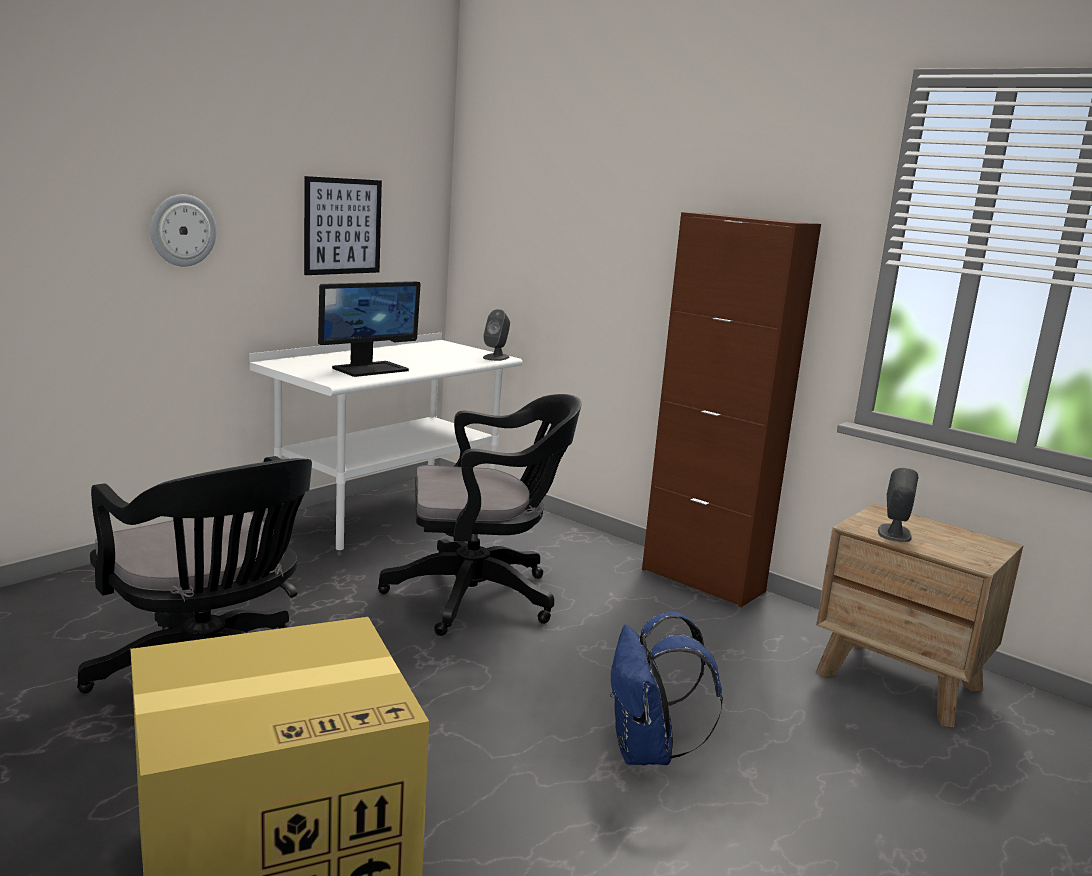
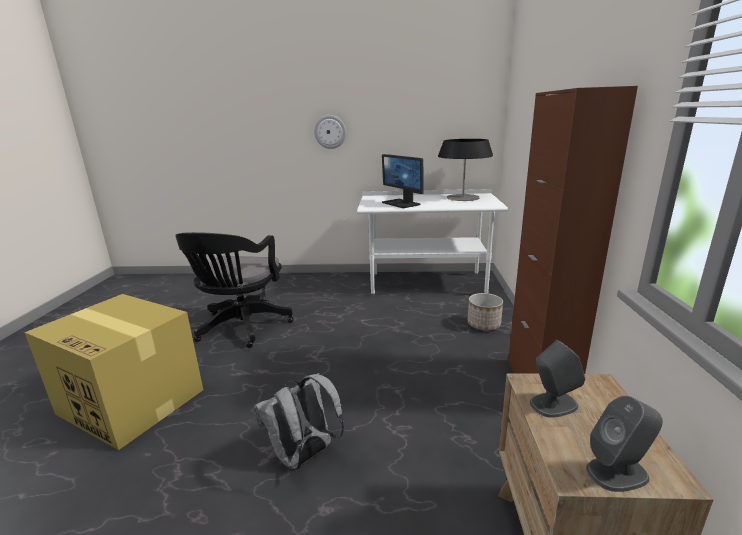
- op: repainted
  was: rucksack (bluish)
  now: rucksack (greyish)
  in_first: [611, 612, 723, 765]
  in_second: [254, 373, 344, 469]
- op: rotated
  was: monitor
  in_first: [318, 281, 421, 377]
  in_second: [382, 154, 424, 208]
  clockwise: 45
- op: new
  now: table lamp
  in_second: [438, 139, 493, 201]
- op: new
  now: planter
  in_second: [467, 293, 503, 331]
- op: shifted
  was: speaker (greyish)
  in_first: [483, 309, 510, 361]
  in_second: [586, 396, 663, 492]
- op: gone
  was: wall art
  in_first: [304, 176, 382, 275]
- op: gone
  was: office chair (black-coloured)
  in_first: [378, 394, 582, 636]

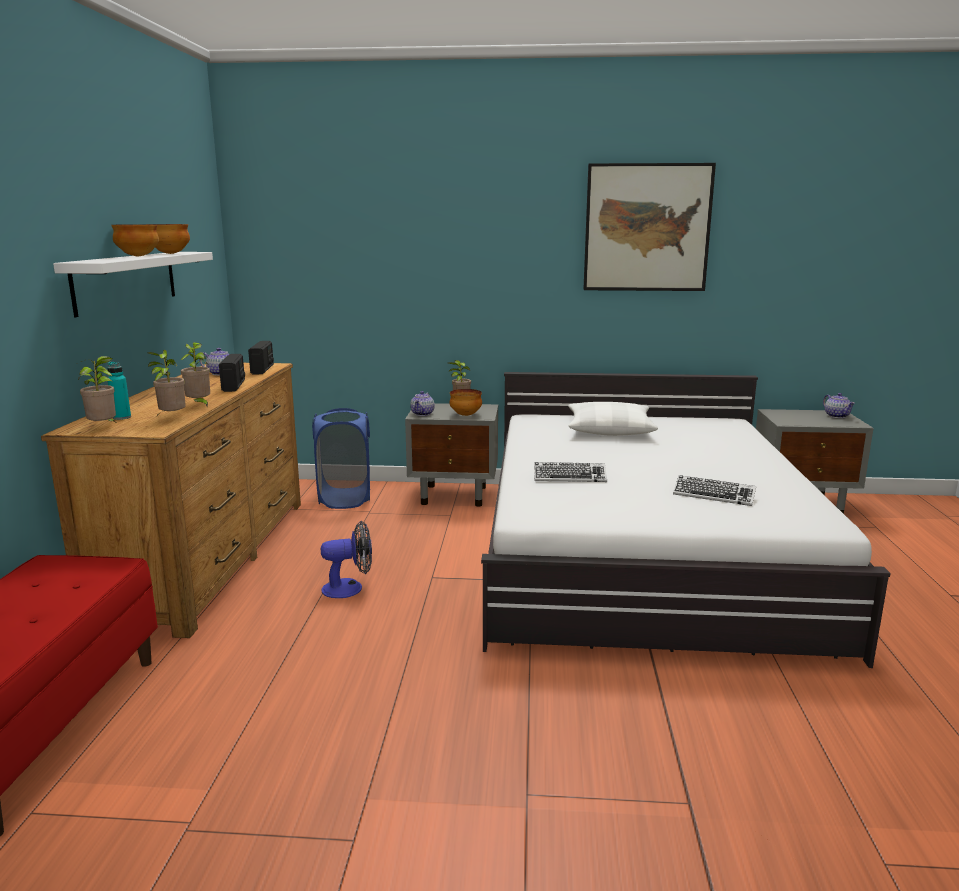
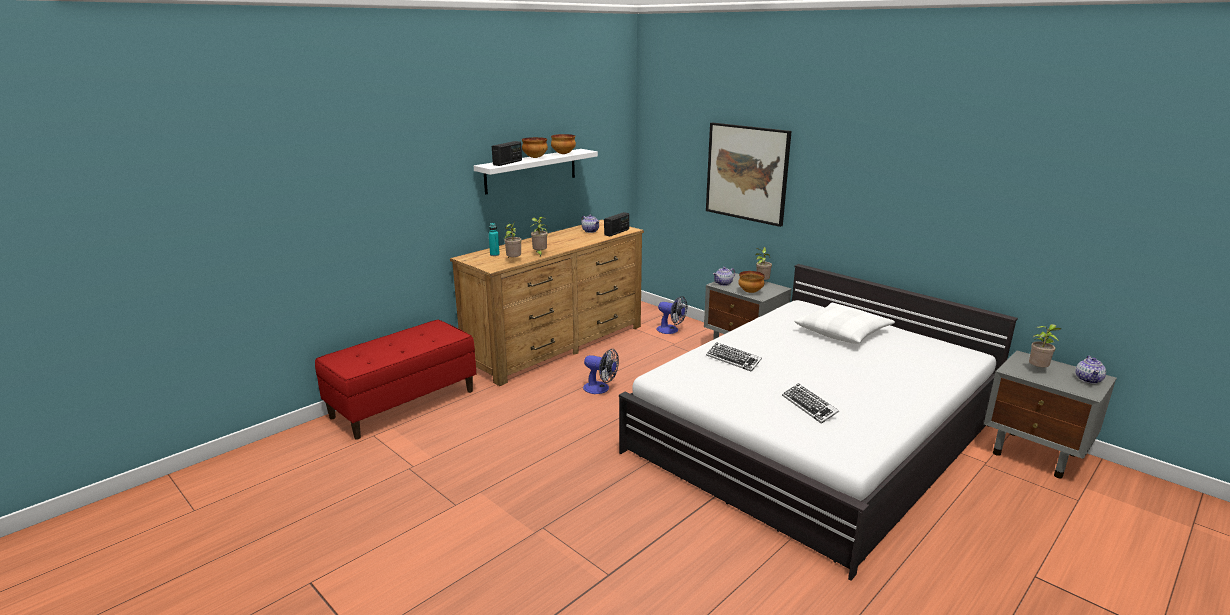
- op: shifted
  was: radio receiver
  in_first: [219, 354, 245, 392]
  in_second: [492, 141, 522, 166]
- op: swapped
  was: hamper (bluish)
  now: fan
  in_first: [312, 408, 370, 509]
  in_second: [657, 296, 687, 334]
- op: shifted
  was: wall art
  in_first: [583, 163, 716, 291]
  in_second: [706, 123, 792, 227]
- op: shifted
  was: plant in a pot
  in_first: [78, 356, 116, 422]
  in_second: [1029, 324, 1061, 367]

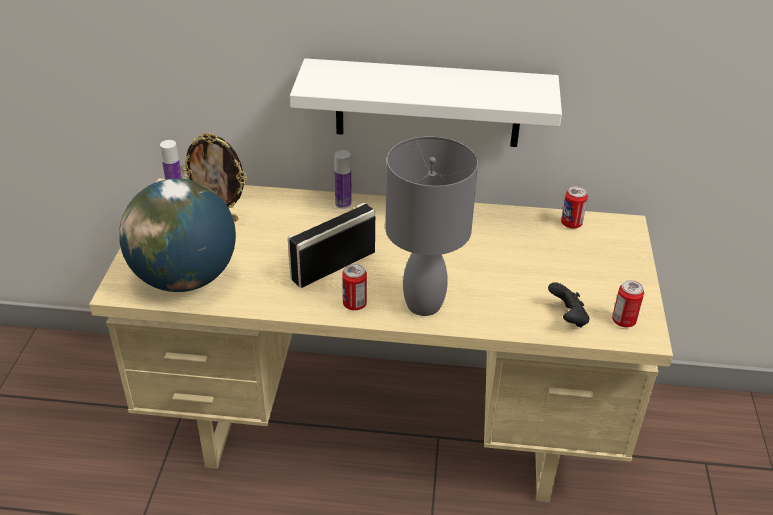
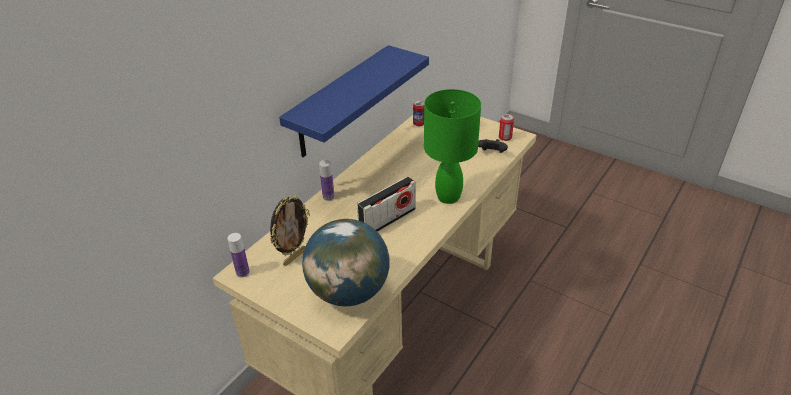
- op: repainted
  was: shelf (whitish)
  now: shelf (bluish)
  in_first: [290, 58, 562, 147]
  in_second: [279, 45, 429, 157]
- op: rotated
  was: radio receiver
  in_first: [288, 203, 375, 288]
  in_second: [357, 176, 415, 232]
  clockwise: -120
- op: repainted
  was: table lamp (greyish)
  now: table lamp (greenish)
  in_first: [385, 136, 478, 316]
  in_second: [424, 89, 481, 204]
- op: gone
  was: can
  in_first: [342, 264, 367, 310]

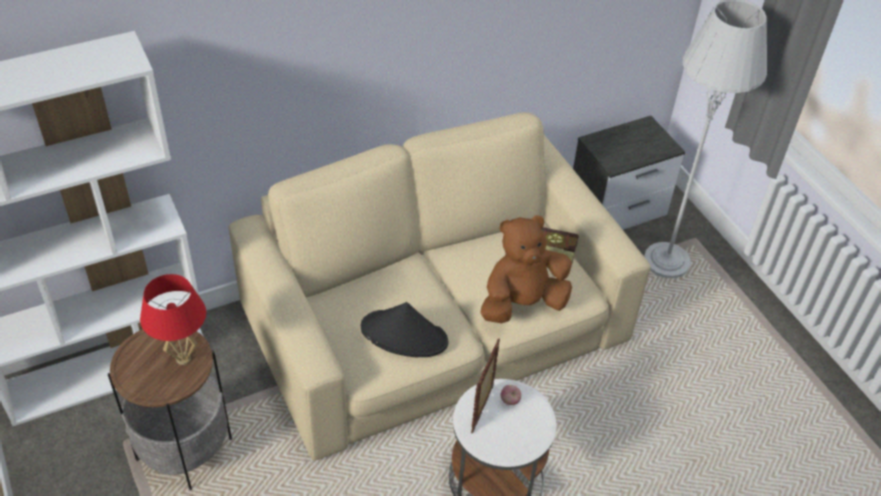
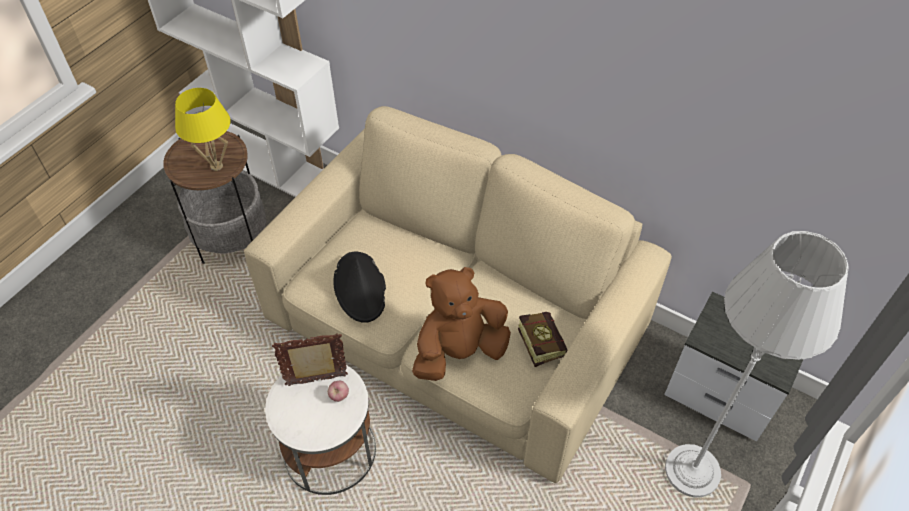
- op: repainted
  was: table lamp (reddish)
  now: table lamp (yellow)
  in_first: [140, 274, 206, 365]
  in_second: [175, 88, 231, 171]
- op: rotated
  was: cuddly toy (brownish)
  in_first: [480, 215, 572, 323]
  in_second: [412, 267, 511, 381]
  clockwise: -60

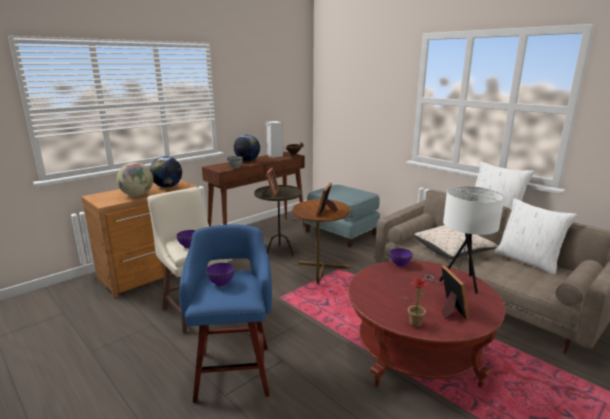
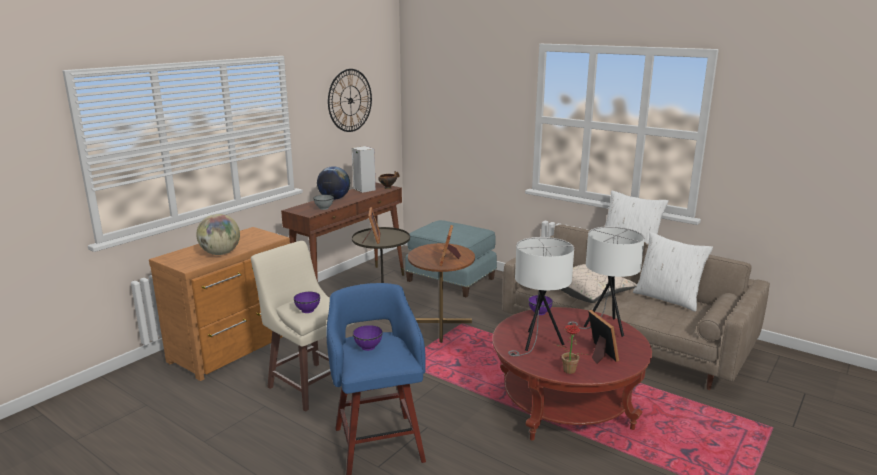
- op: new
  now: clock on the wall
  in_second: [328, 69, 372, 132]
- op: new
  now: table lamp (whitish)
  in_second: [508, 237, 574, 356]
- op: gone
  was: desk globe
  in_first: [149, 156, 182, 188]

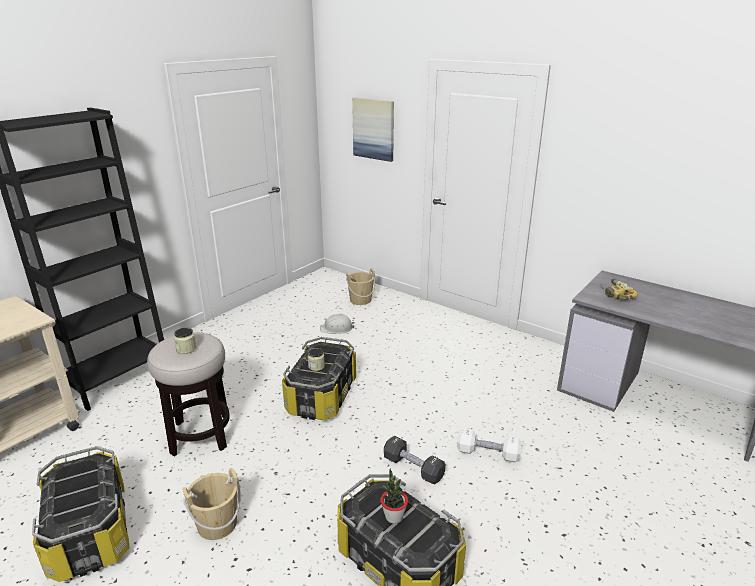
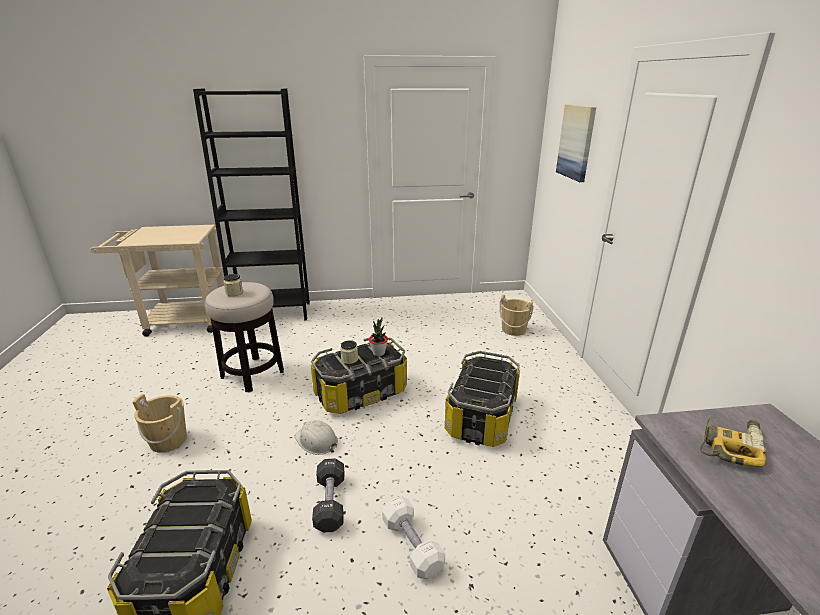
- op: shifted
  was: safety helmet (whitish)
  in_first: [320, 314, 355, 334]
  in_second: [294, 420, 338, 455]
- op: shifted
  was: plant in a pot
  in_first: [381, 469, 408, 524]
  in_second: [369, 317, 388, 356]
- op: shifted
  was: storage container
  in_first: [32, 446, 129, 582]
  in_second: [445, 351, 520, 447]

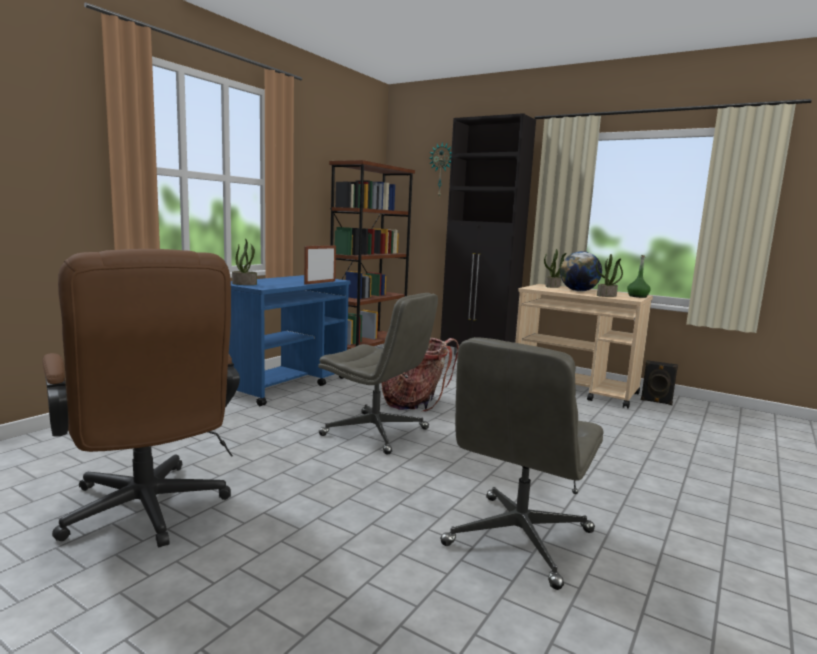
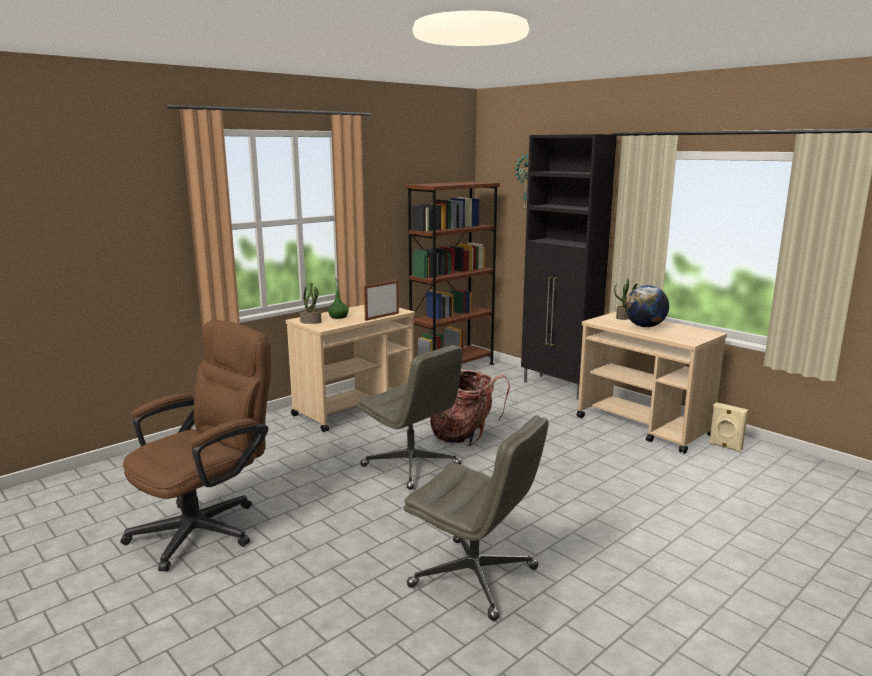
- op: rotated
  was: office chair (brownish)
  in_first: [42, 249, 240, 548]
  in_second: [121, 320, 271, 571]
  clockwise: -120
- op: repainted
  was: cart (bluish)
  now: cart (beige-coloured)
  in_first: [229, 275, 350, 406]
  in_second: [286, 305, 415, 432]
- op: shifted
  was: bottle (greenish)
  in_first: [627, 255, 651, 298]
  in_second: [328, 278, 349, 319]
- op: rotated
  was: office chair (greyish)
  in_first: [440, 337, 604, 590]
  in_second: [404, 415, 549, 621]
  clockwise: -105
- op: repainted
  was: speaker (black-coloured)
  now: speaker (beige-coloured)
  in_first: [641, 360, 678, 405]
  in_second: [709, 402, 748, 452]
- op: gone
  was: plant in a pot
  in_first: [596, 254, 623, 297]

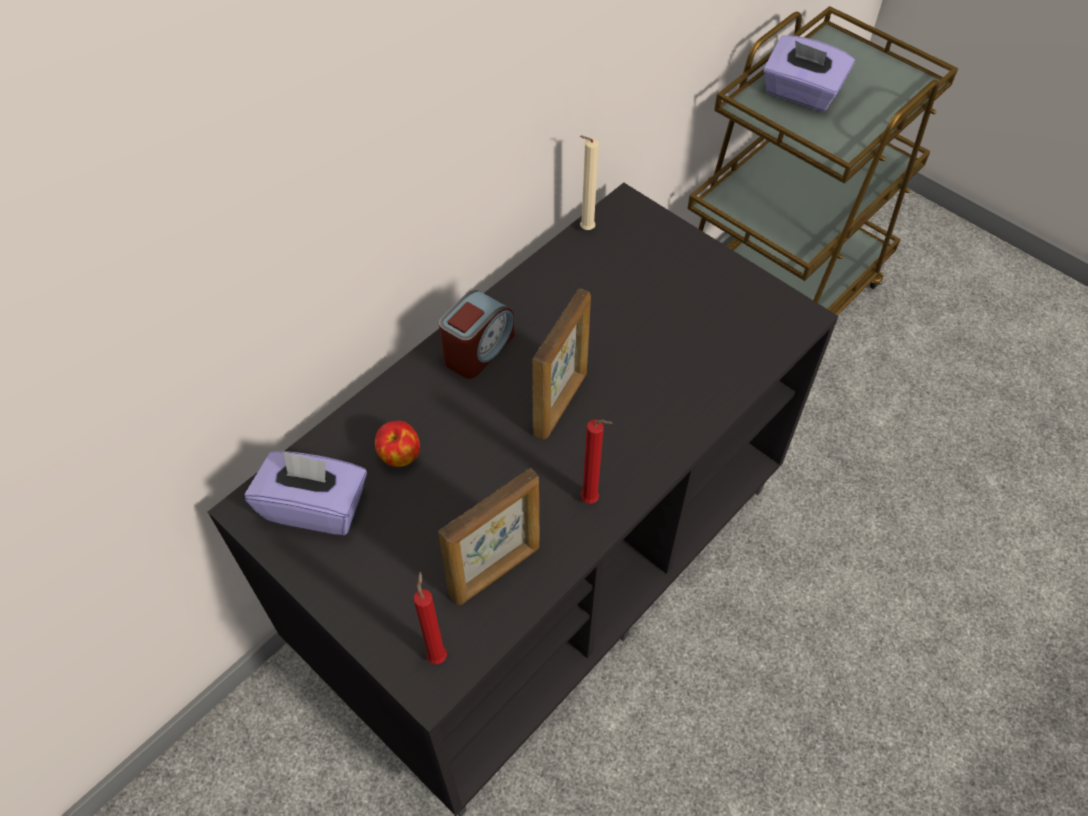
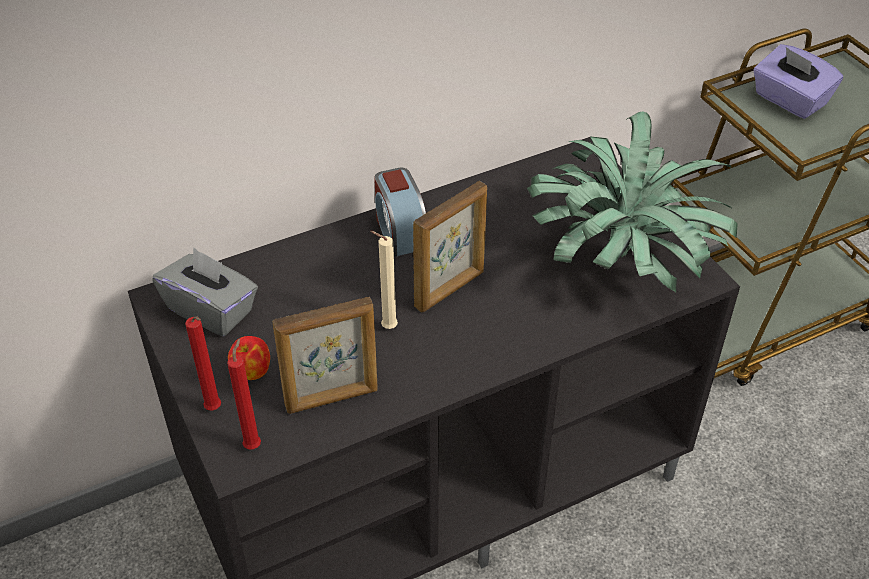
- op: repainted
  was: tissue holder (purplish)
  now: tissue holder (greyish)
  in_first: [244, 451, 367, 535]
  in_second: [152, 247, 258, 336]
- op: shifted
  was: candle (reddish)
  in_first: [580, 419, 613, 504]
  in_second: [185, 316, 221, 411]
- op: shifted
  was: whole apple
  in_first: [375, 421, 420, 467]
  in_second: [228, 336, 270, 380]
- op: shifted
  was: candle (beige-coloured)
  in_first: [579, 135, 599, 230]
  in_second: [370, 231, 398, 329]
- op: rotated
  was: bedside clock
  in_first: [439, 290, 515, 379]
  in_second: [374, 168, 426, 257]
  clockwise: 105
- op: new
  now: plant in a pot
  in_second: [527, 111, 738, 292]

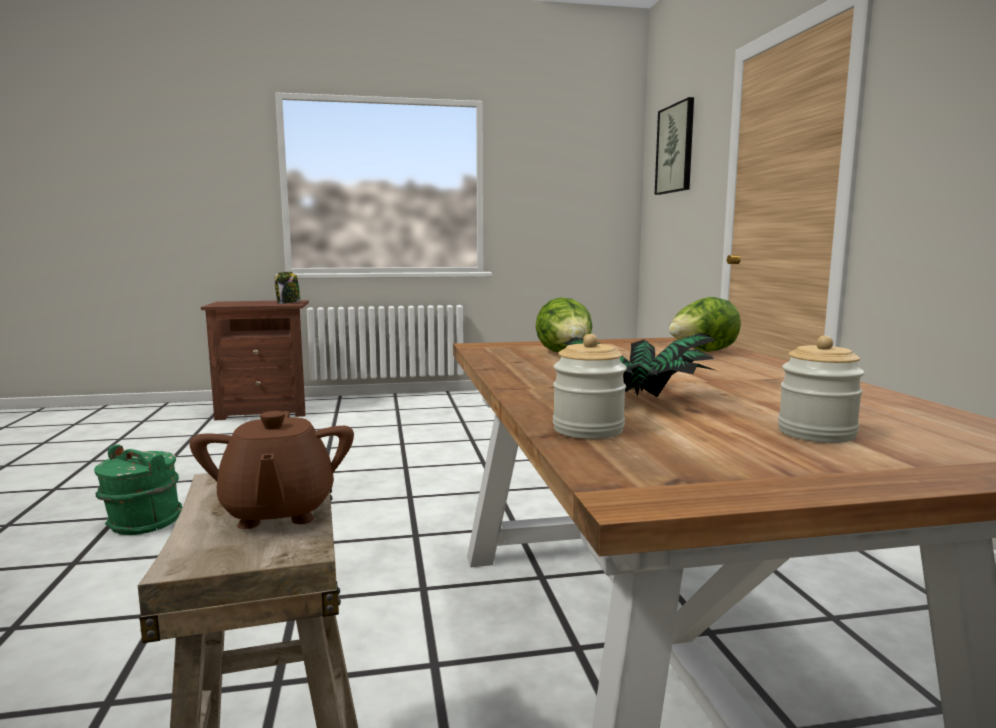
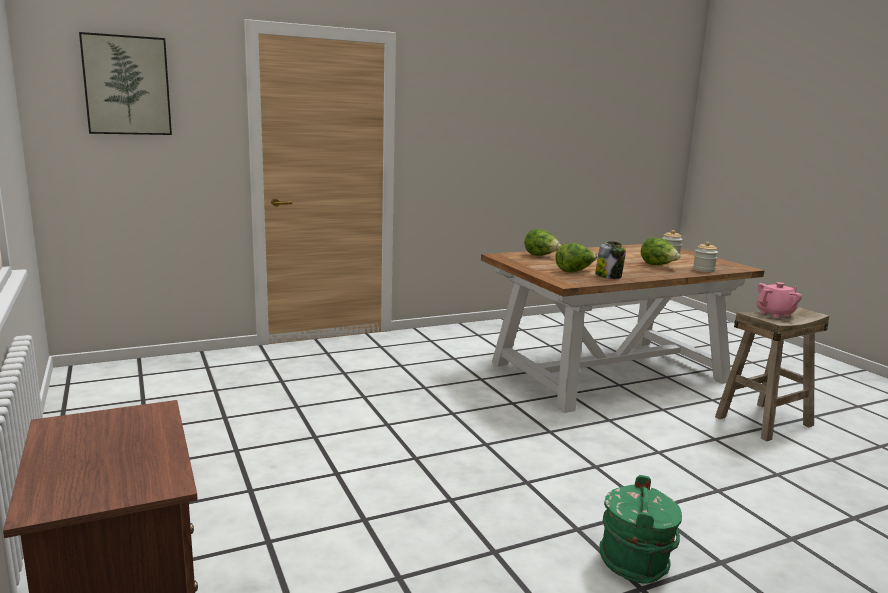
- op: shifted
  was: jar
  in_first: [274, 271, 301, 304]
  in_second: [595, 241, 626, 279]
- op: swapped
  was: plant in a pot
  now: lettuce
  in_first: [563, 333, 716, 397]
  in_second: [641, 237, 681, 265]
- op: repainted
  was: pot for tea (brownish)
  now: pot for tea (pink)
  in_first: [190, 411, 354, 529]
  in_second: [756, 282, 802, 318]

